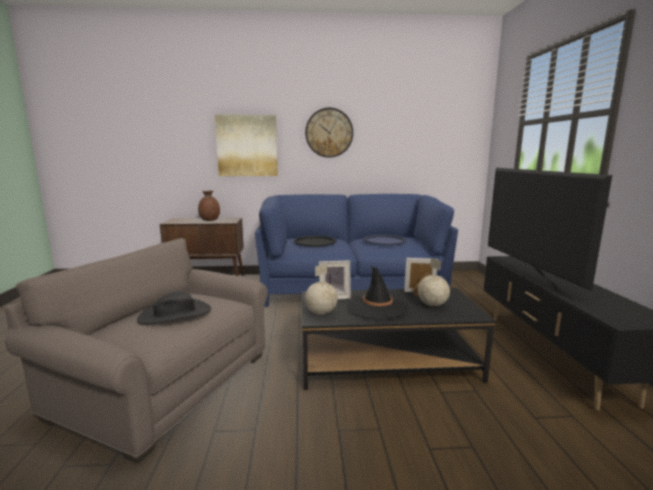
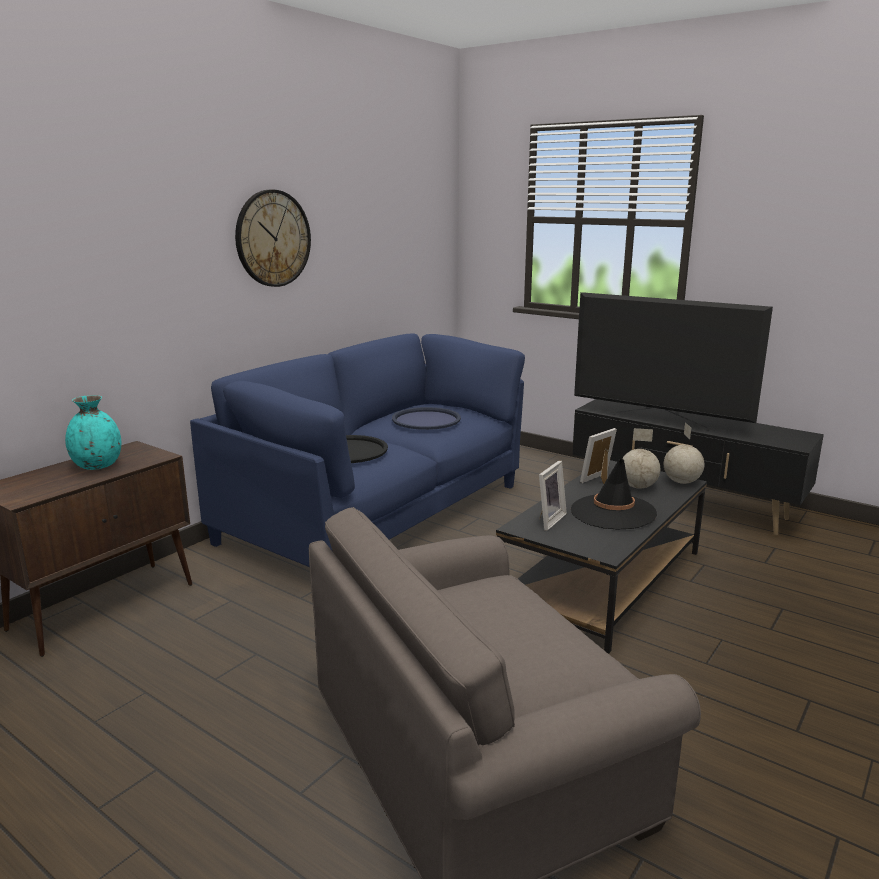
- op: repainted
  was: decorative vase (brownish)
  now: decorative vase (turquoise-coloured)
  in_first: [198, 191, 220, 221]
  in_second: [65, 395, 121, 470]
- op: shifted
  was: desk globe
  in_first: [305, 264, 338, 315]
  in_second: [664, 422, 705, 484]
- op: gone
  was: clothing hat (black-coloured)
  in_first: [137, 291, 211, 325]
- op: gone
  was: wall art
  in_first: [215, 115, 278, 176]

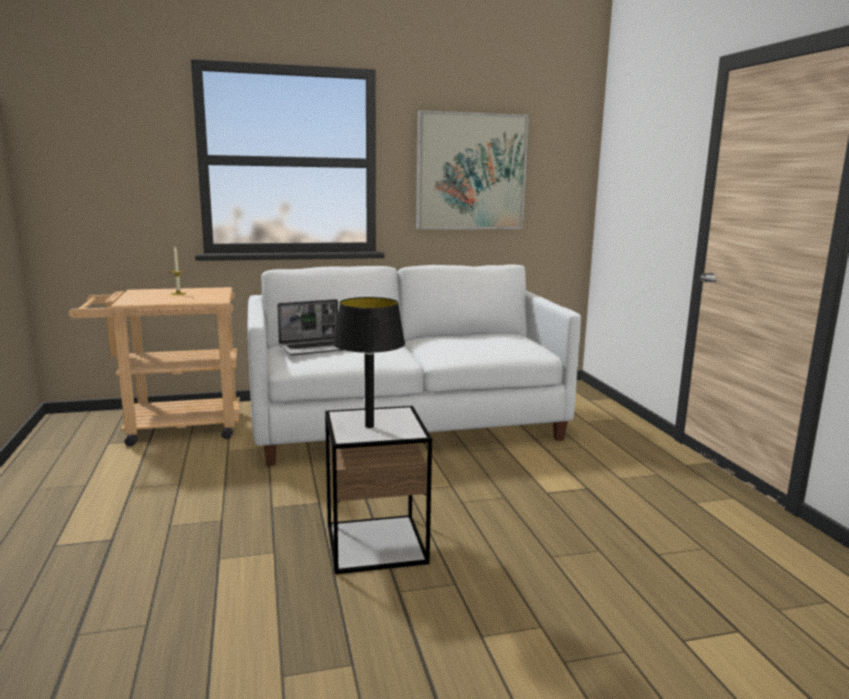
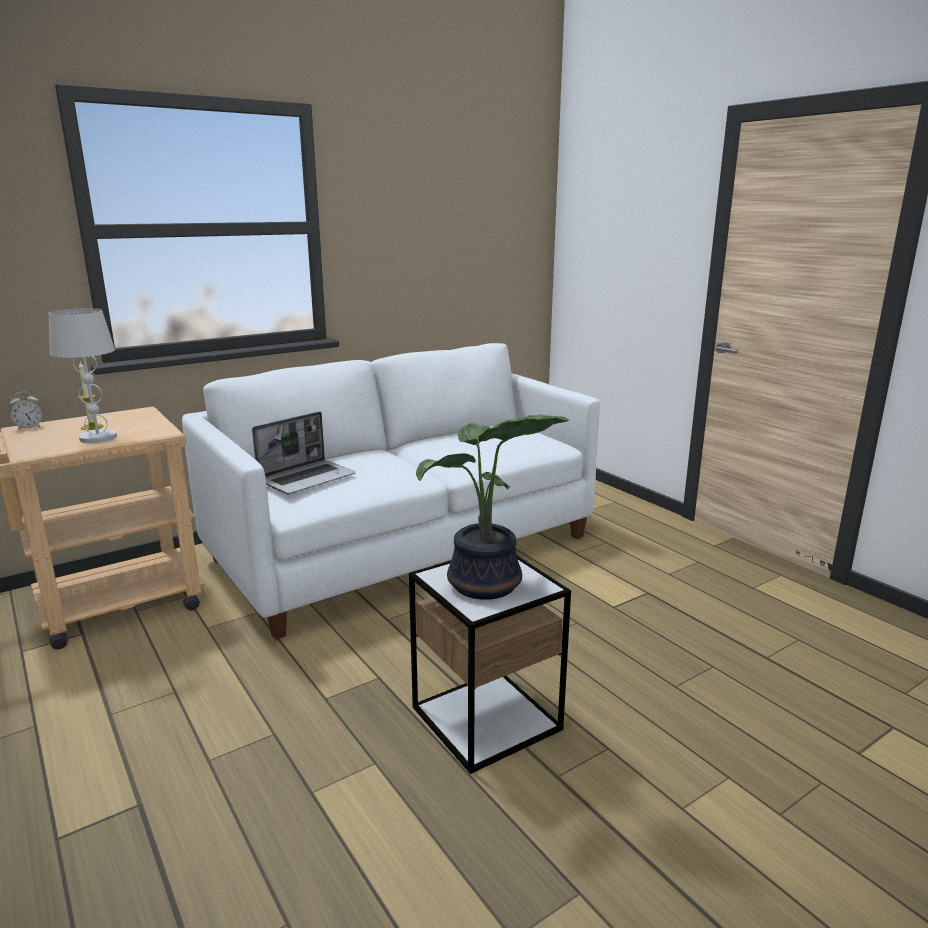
- op: new
  now: bedside clock
  in_second: [9, 392, 42, 430]
- op: new
  now: table lamp (whitish)
  in_second: [49, 308, 117, 443]
- op: swapped
  was: table lamp (black-coloured)
  now: plant in a pot
  in_first: [333, 297, 405, 428]
  in_second: [416, 414, 569, 600]
- op: gone
  was: wall art
  in_first: [416, 110, 529, 229]

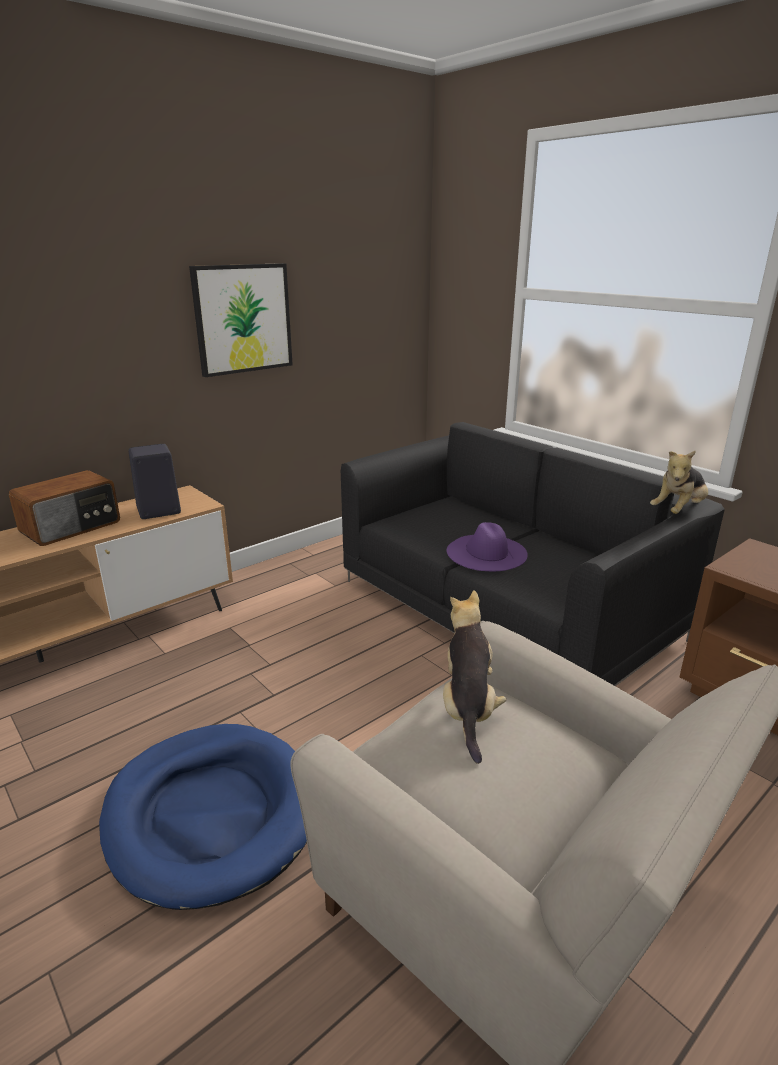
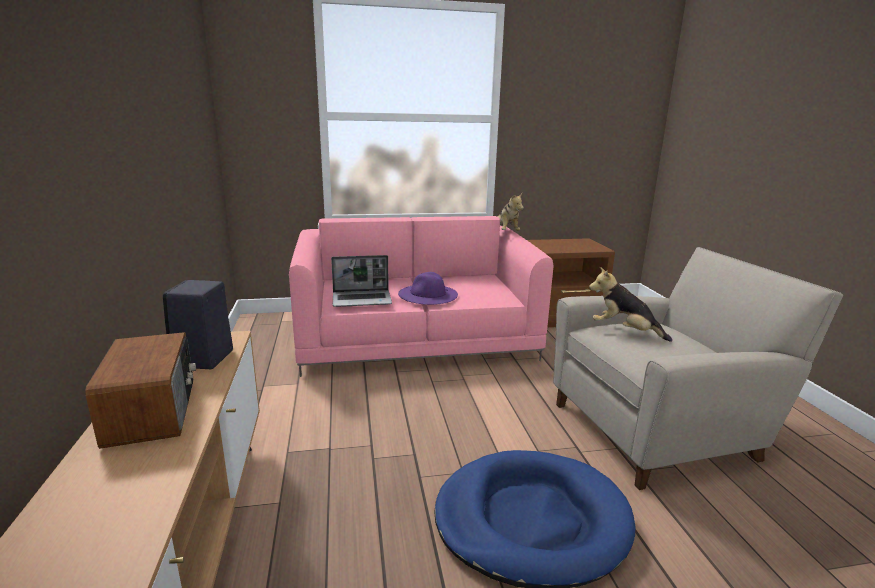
- op: repainted
  was: settee (black-coloured)
  now: settee (pink)
  in_first: [341, 422, 725, 686]
  in_second: [289, 216, 554, 377]
- op: new
  now: portable computer
  in_second: [331, 255, 392, 307]
- op: gone
  was: wall art
  in_first: [189, 263, 293, 377]

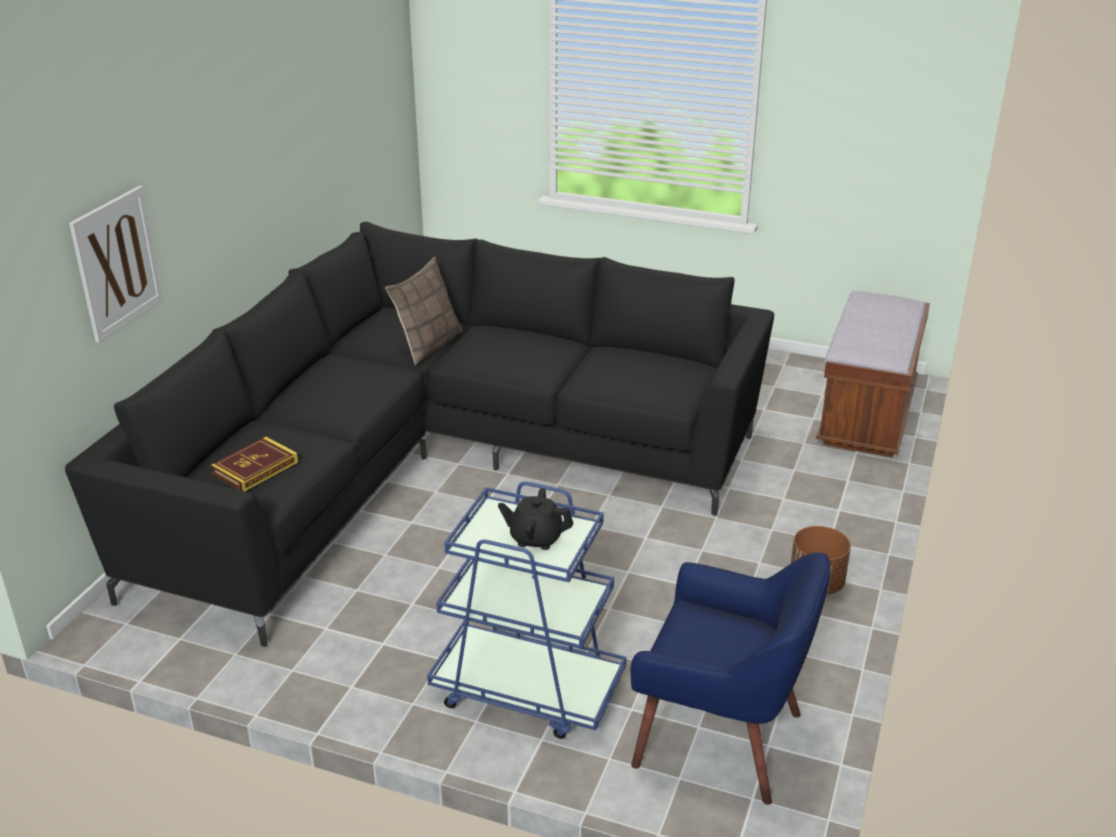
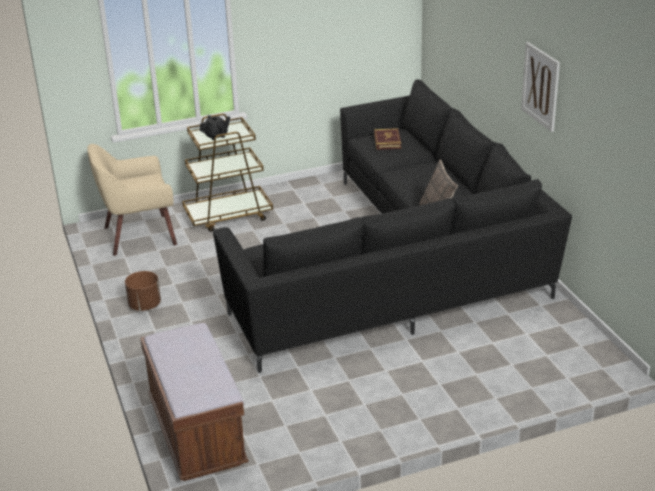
- op: repainted
  was: easy chair (bluish)
  now: easy chair (beige-coloured)
  in_first: [630, 552, 830, 805]
  in_second: [87, 144, 177, 256]
- op: repainted
  was: cart (bluish)
  now: cart (brownish)
  in_first: [427, 482, 626, 739]
  in_second: [182, 114, 273, 232]
- op: shifted
  was: wall art
  in_first: [69, 186, 164, 343]
  in_second: [521, 42, 560, 132]

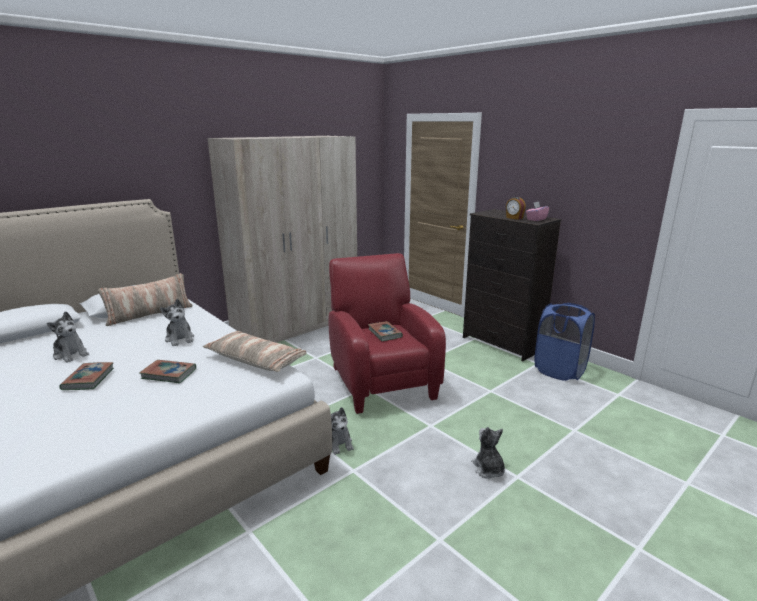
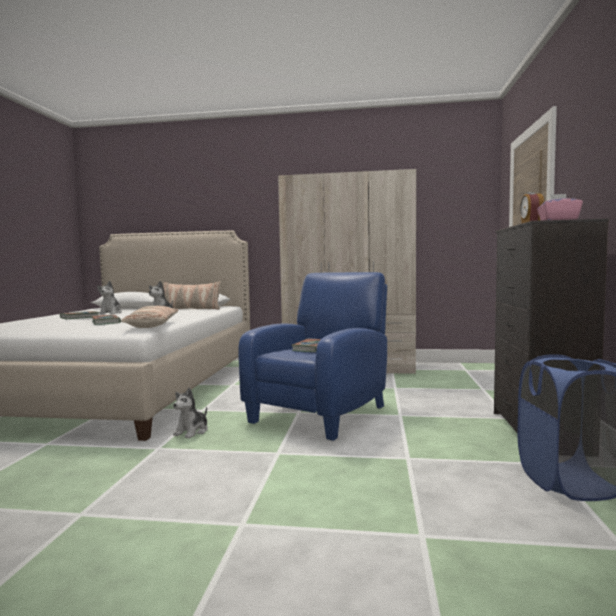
- op: repainted
  was: easy chair (reddish)
  now: easy chair (bluish)
  in_first: [329, 253, 446, 414]
  in_second: [238, 272, 387, 441]
- op: gone
  was: cuddly toy
  in_first: [471, 427, 505, 479]

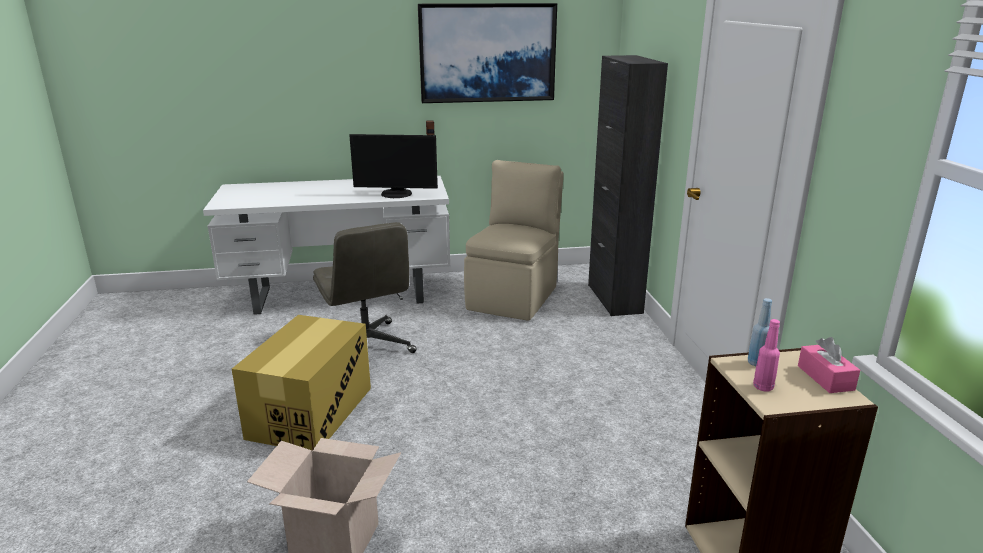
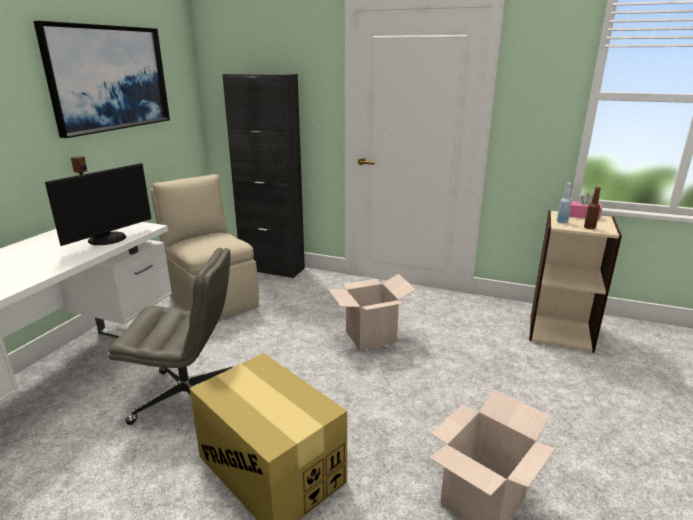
- op: new
  now: carton
  in_second: [328, 274, 416, 351]
- op: repainted
  was: bottle (pink)
  now: bottle (brownish)
  in_first: [753, 319, 780, 392]
  in_second: [584, 187, 601, 229]

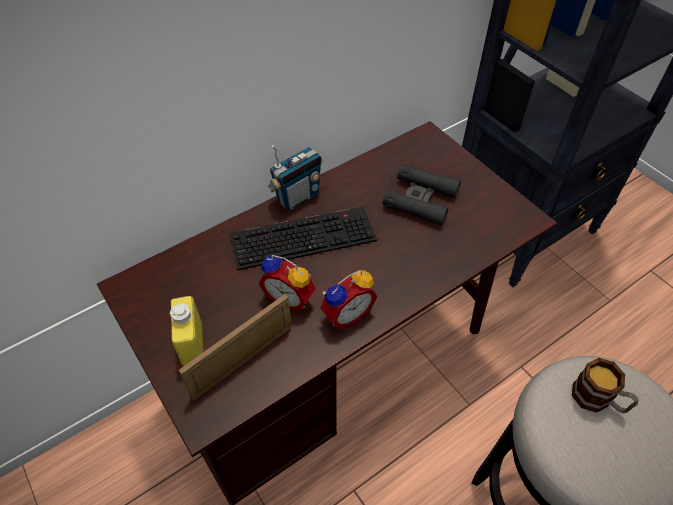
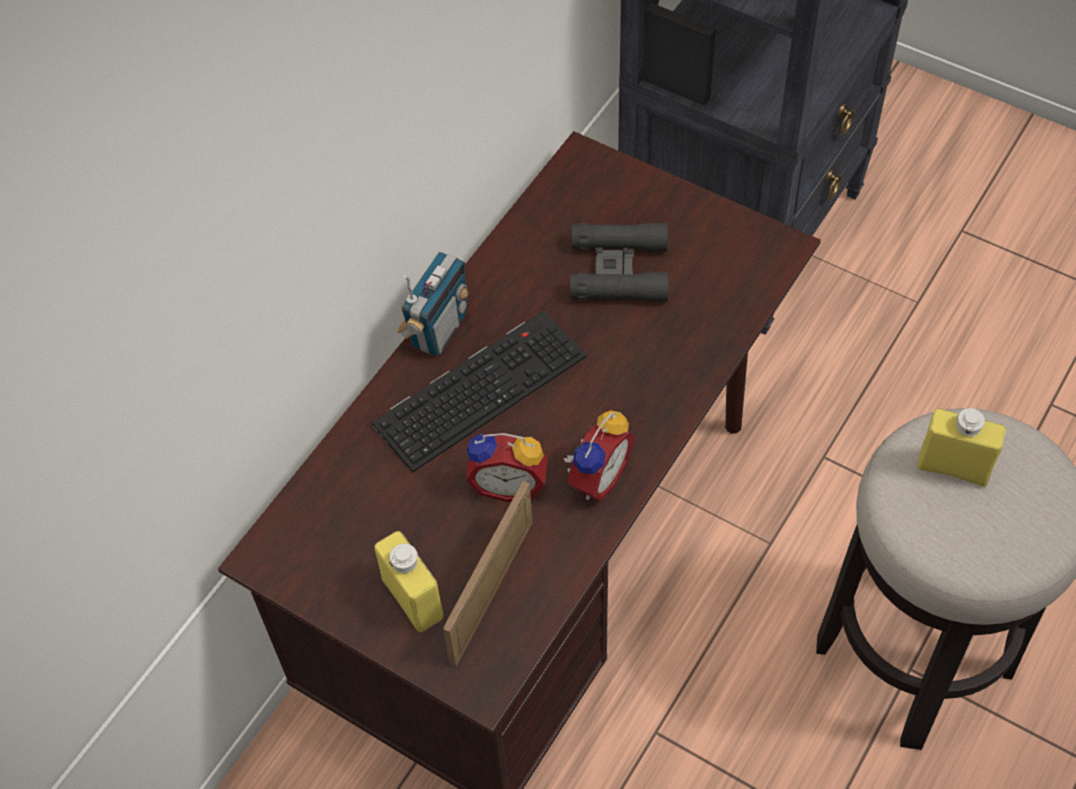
- op: swapped
  was: mug
  now: bottle (yellow)
  in_first: [572, 358, 639, 413]
  in_second: [917, 408, 1006, 487]

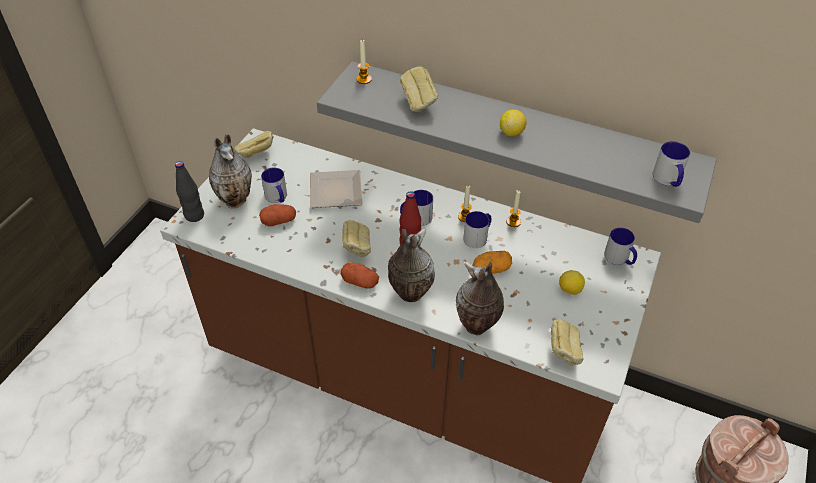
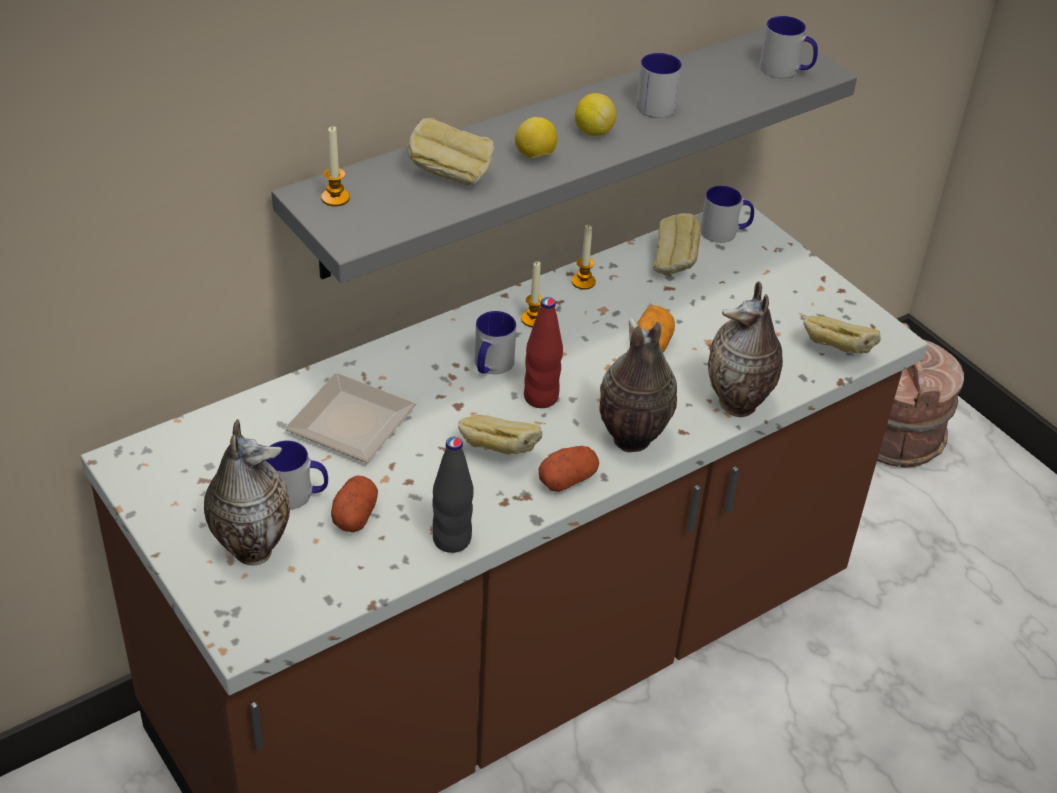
- op: shifted
  was: bottle (black-coloured)
  in_first: [175, 161, 204, 222]
  in_second: [432, 437, 474, 553]
- op: shifted
  was: lemon
  in_first: [559, 270, 585, 295]
  in_second: [515, 117, 557, 158]
- op: shifted
  was: mug
  in_first: [463, 211, 491, 248]
  in_second: [636, 53, 682, 118]
- op: shifted
  was: baked bread
  in_first: [234, 131, 274, 158]
  in_second: [653, 213, 701, 277]

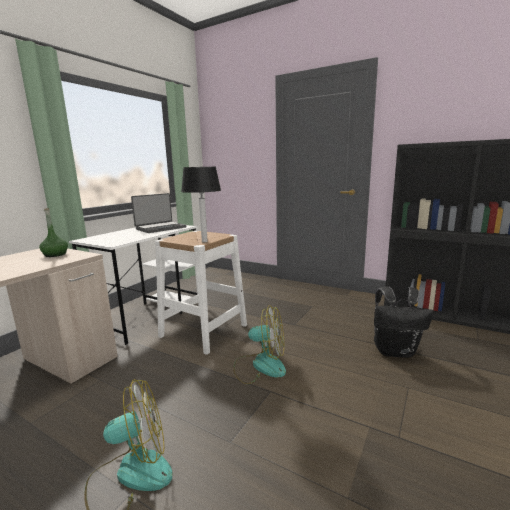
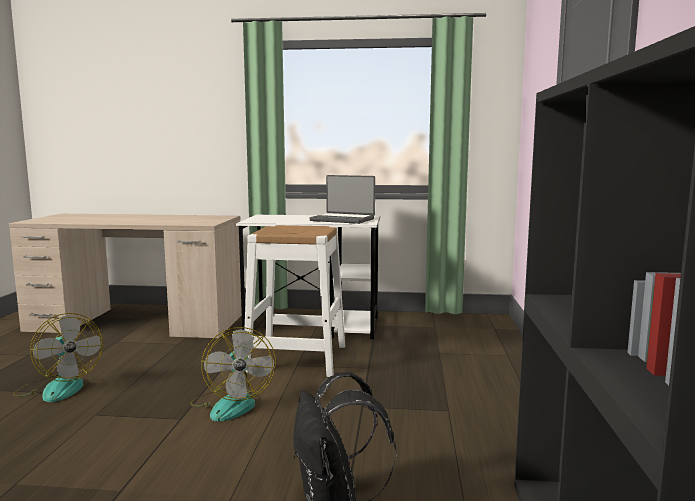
- op: gone
  was: bottle (greenish)
  in_first: [39, 208, 68, 257]
- op: gone
  was: table lamp
  in_first: [181, 167, 221, 242]

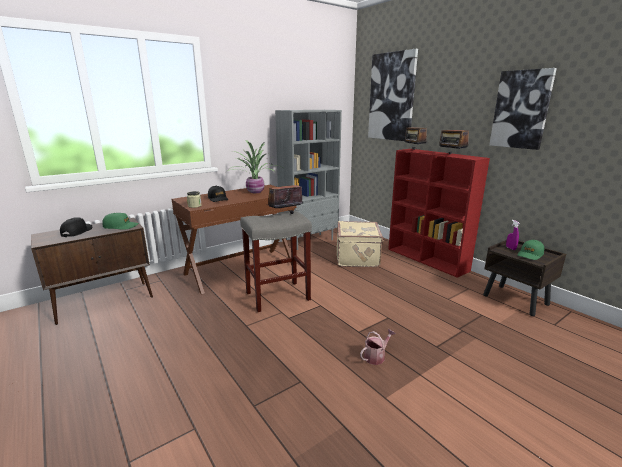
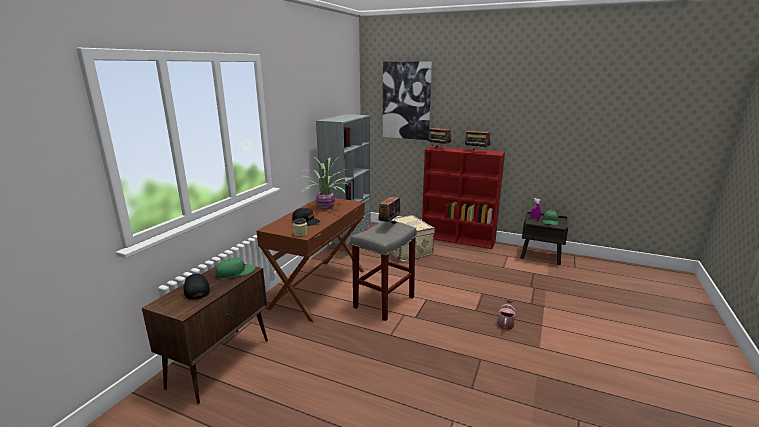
- op: gone
  was: wall art
  in_first: [489, 68, 557, 150]

